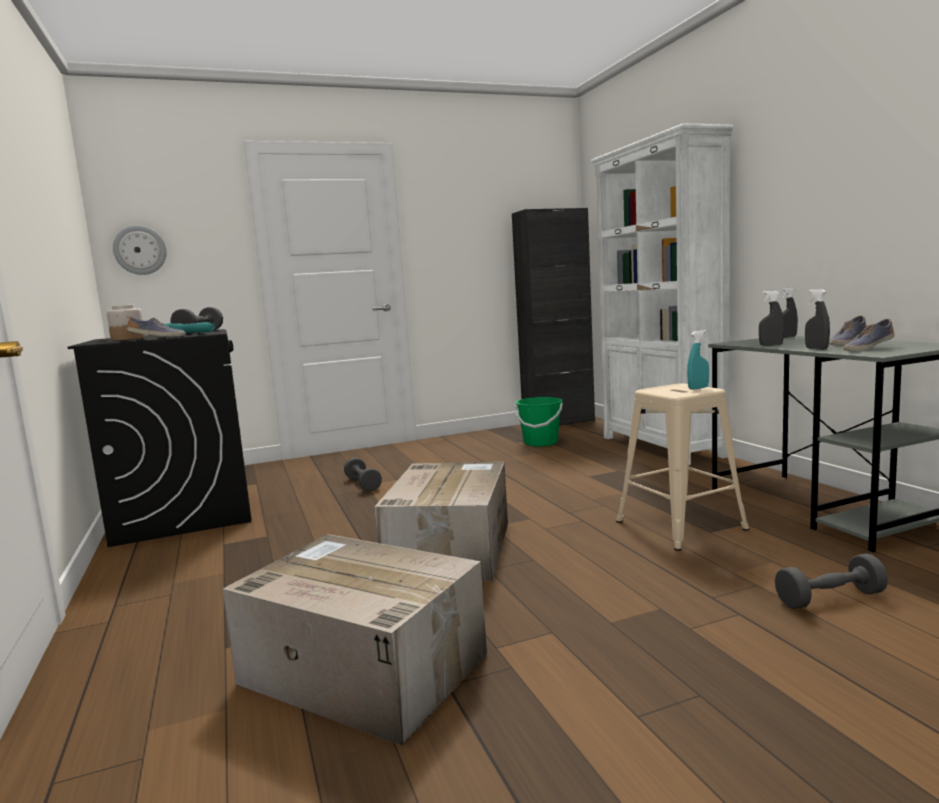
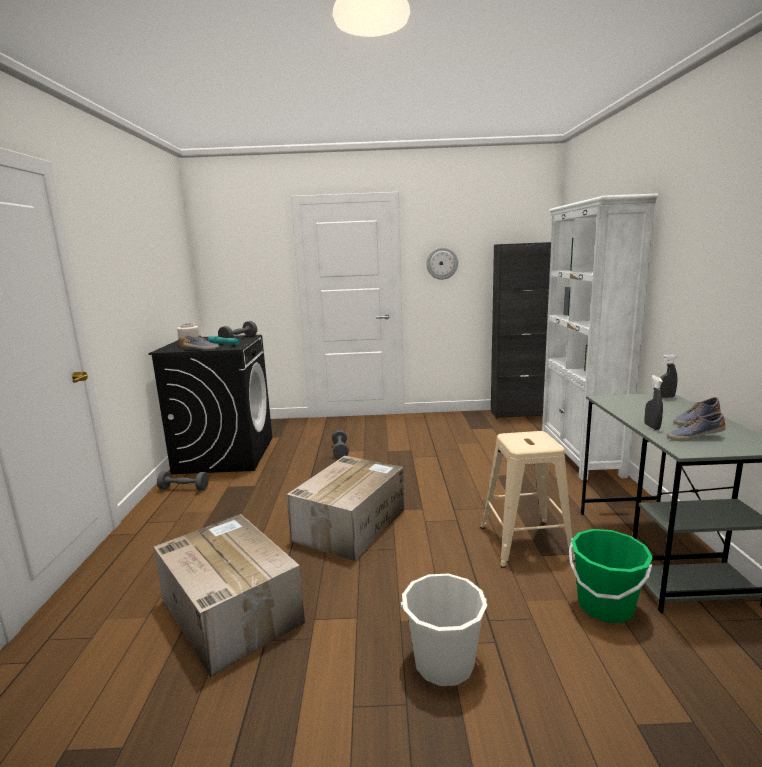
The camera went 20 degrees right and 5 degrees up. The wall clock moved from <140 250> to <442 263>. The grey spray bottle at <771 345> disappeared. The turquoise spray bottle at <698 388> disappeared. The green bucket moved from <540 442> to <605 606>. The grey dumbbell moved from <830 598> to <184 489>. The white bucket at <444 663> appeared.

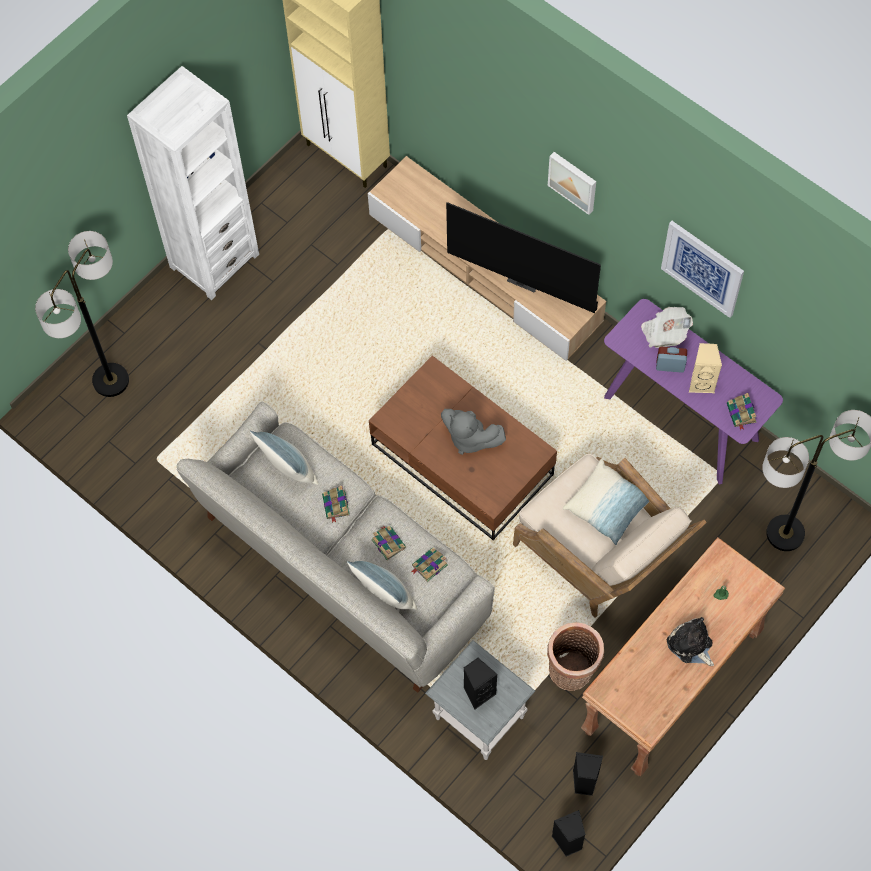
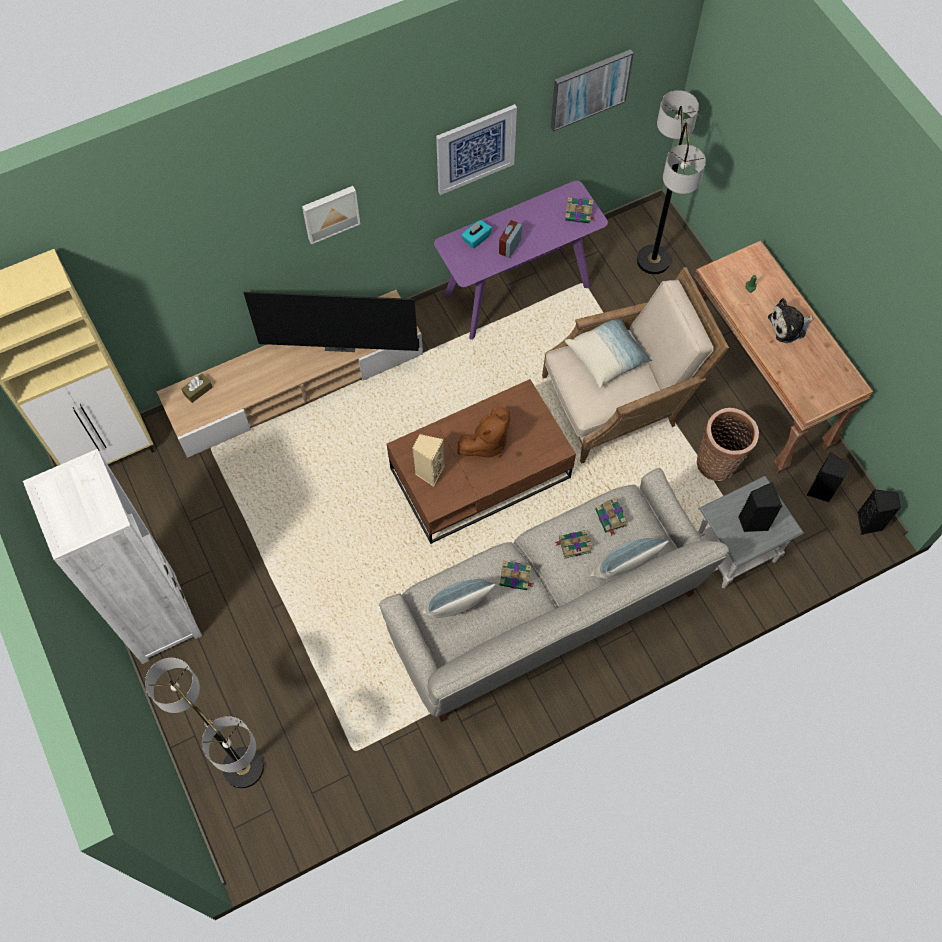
The camera went 70 degrees left and 0 degrees up. The television at <525 278> turned 45 degrees clockwise. The newspaper at <664 333> was replaced by the turquoise tissue box at <476 238>. The beige speaker moved from <701 382> to <429 471>. The grey plush toy at <469 438> became the brown plush toy at <486 443>. The picture at <589 89> appeared. The brown tissue box at <198 390> appeared.

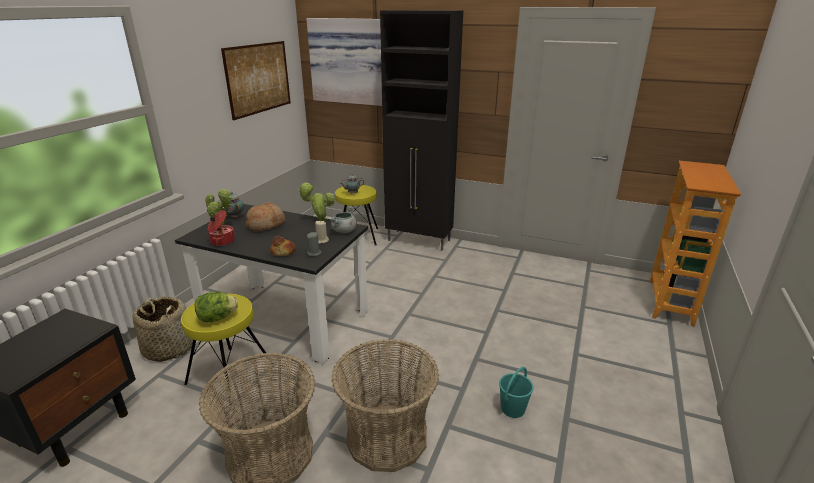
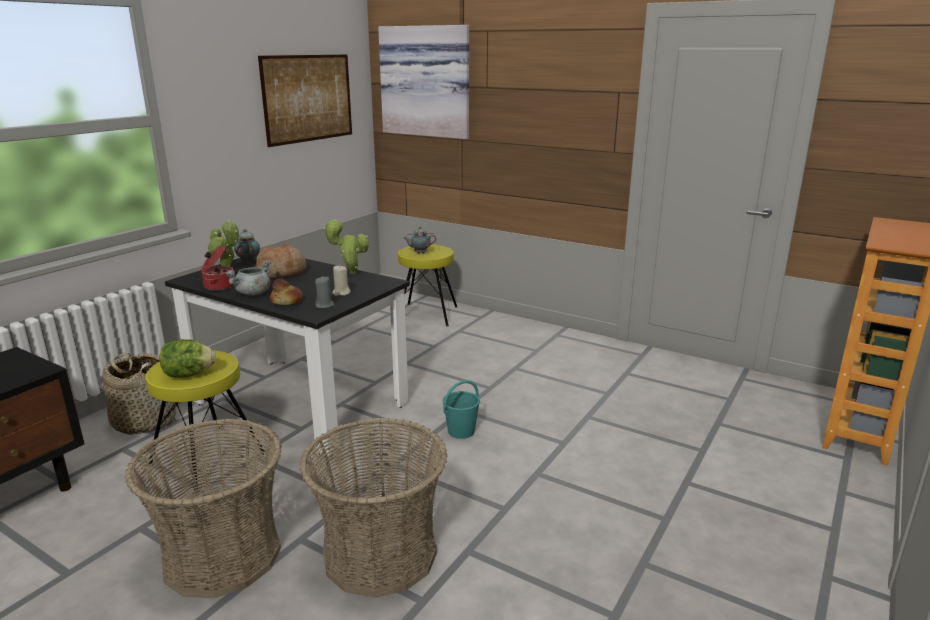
The camera went 10 degrees right and 5 degrees down. The black cabinet at <419 240> disappeared. The grey cooking pot moved from <344 231> to <253 293>. The turquoise bucket moved from <512 409> to <460 431>.

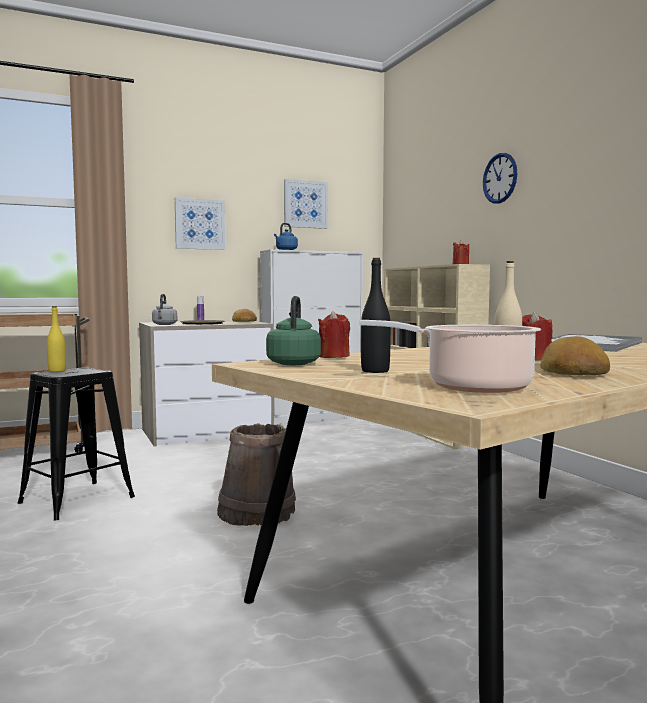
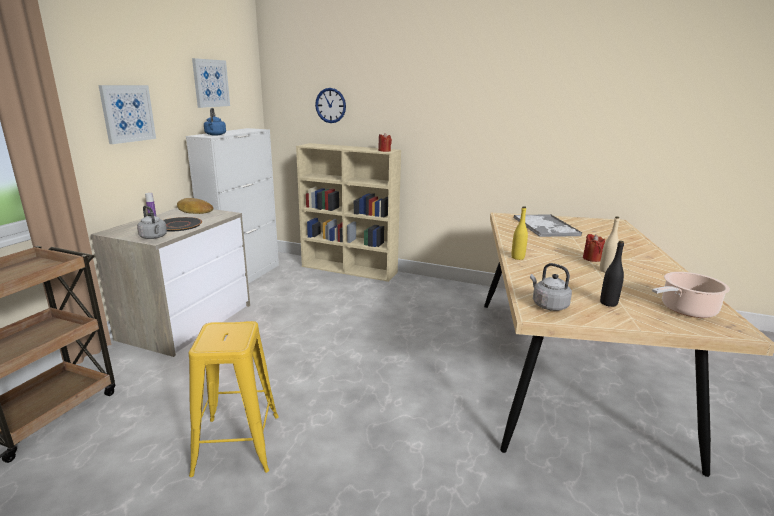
The camera went 45 degrees left and 15 degrees up. The wall clock moved from <500 178> to <330 105>. The green kettle at <294 363> became the grey kettle at <548 305>. The yellow bottle moved from <57 371> to <517 257>. The red candle at <334 356> disappeared. The bread at <572 370> disappeared. The black stool at <77 500> became the yellow stool at <237 444>. The brown bucket at <257 513> disappeared.

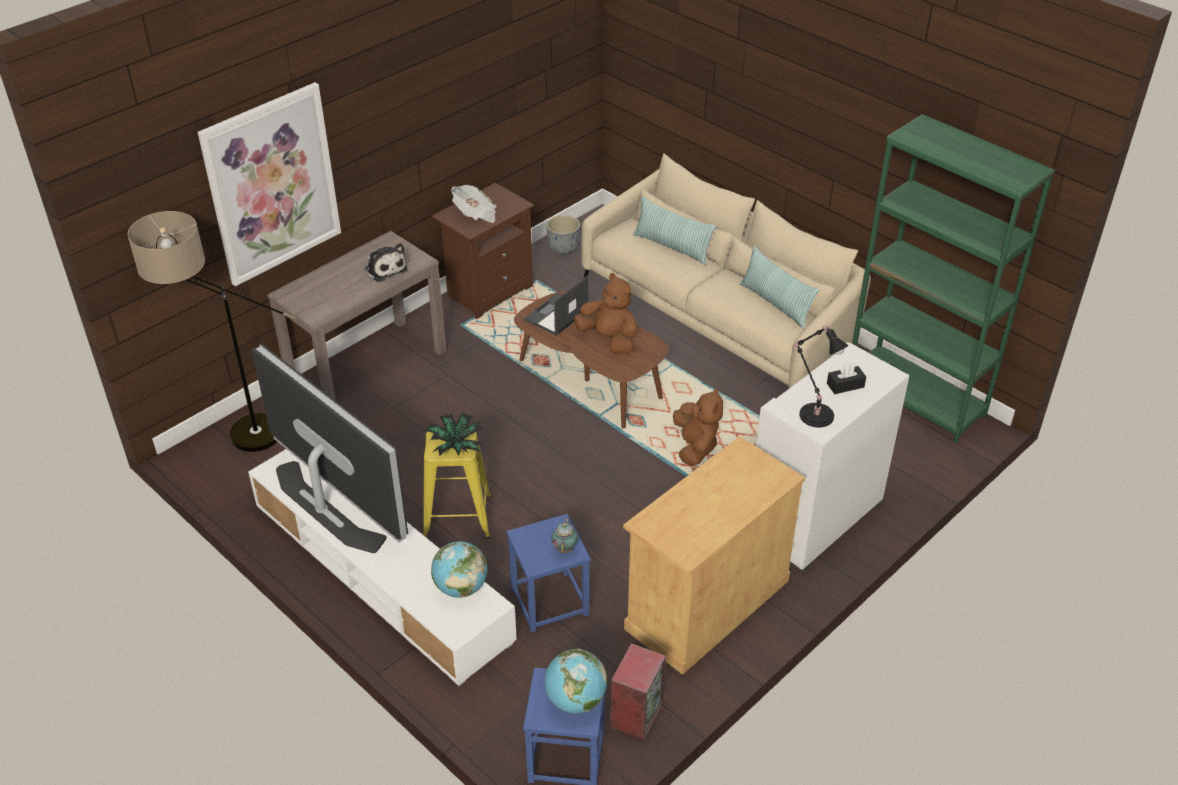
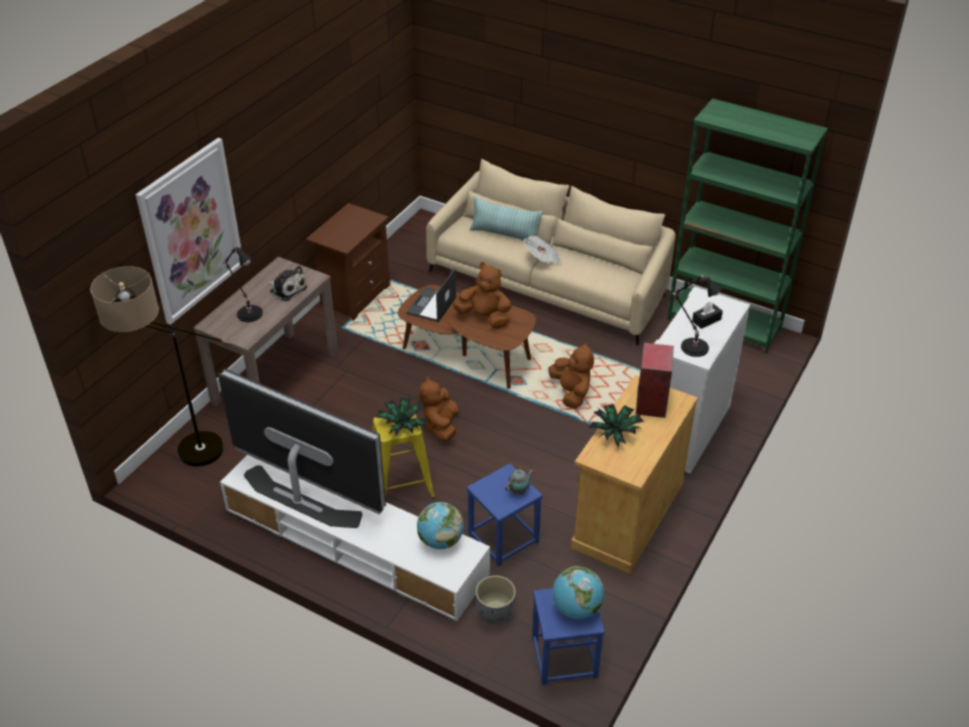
The camera went 15 degrees left and 0 degrees up. The newspaper moved from <475 214> to <543 259>. The grey planter moved from <564 248> to <496 612>. The pillow at <776 303> disappeared. The teapot at <565 548> turned 60 degrees clockwise. The speaker moved from <636 713> to <650 402>. The black table lamp at <248 313> appeared. The brown plush toy at <441 426> appeared. The potted plant at <615 433> appeared.

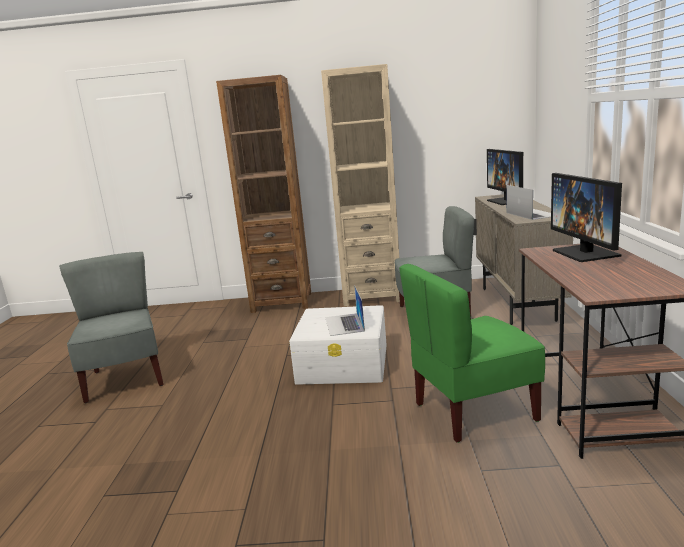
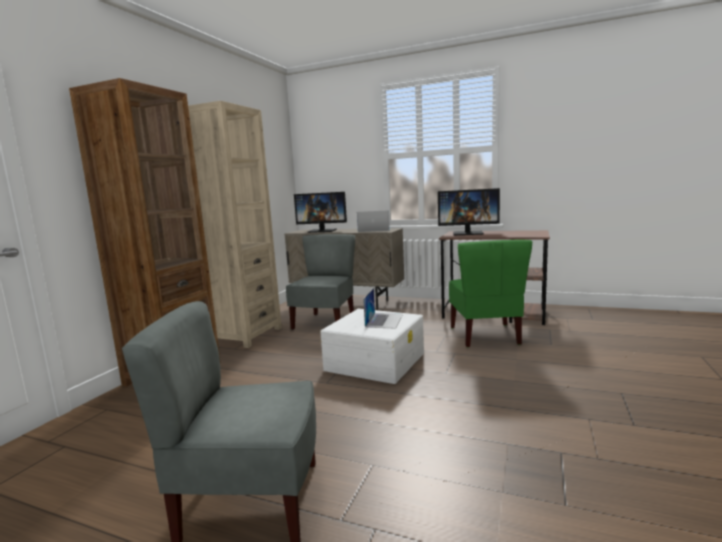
The camera went 70 degrees left and 5 degrees down. The laptop at <344 324> turned 90 degrees counterclockwise.

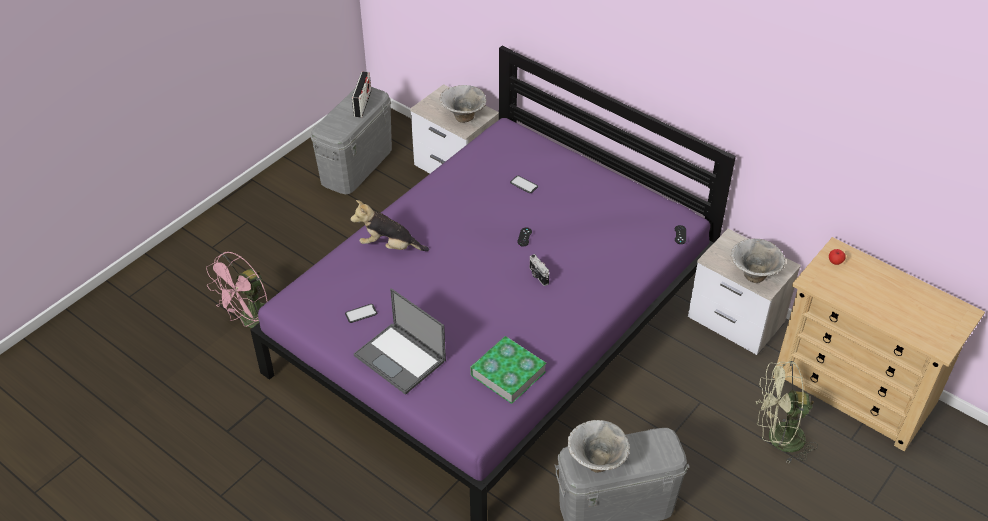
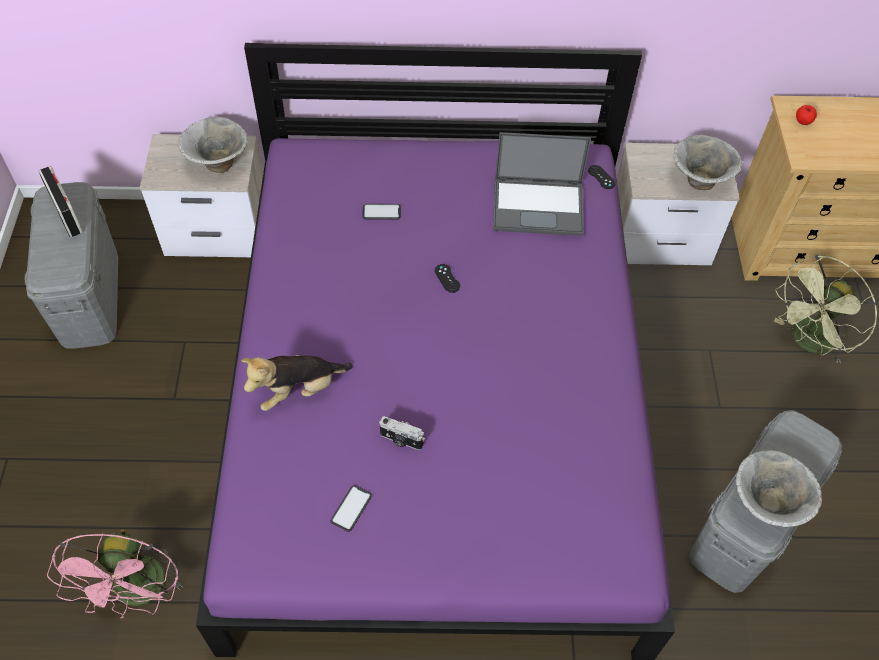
The camera went 40 degrees left and 10 degrees up. The photo camera moved from <538 276> to <401 440>. The laptop moved from <401 358> to <539 206>. The book at <508 373> disappeared.

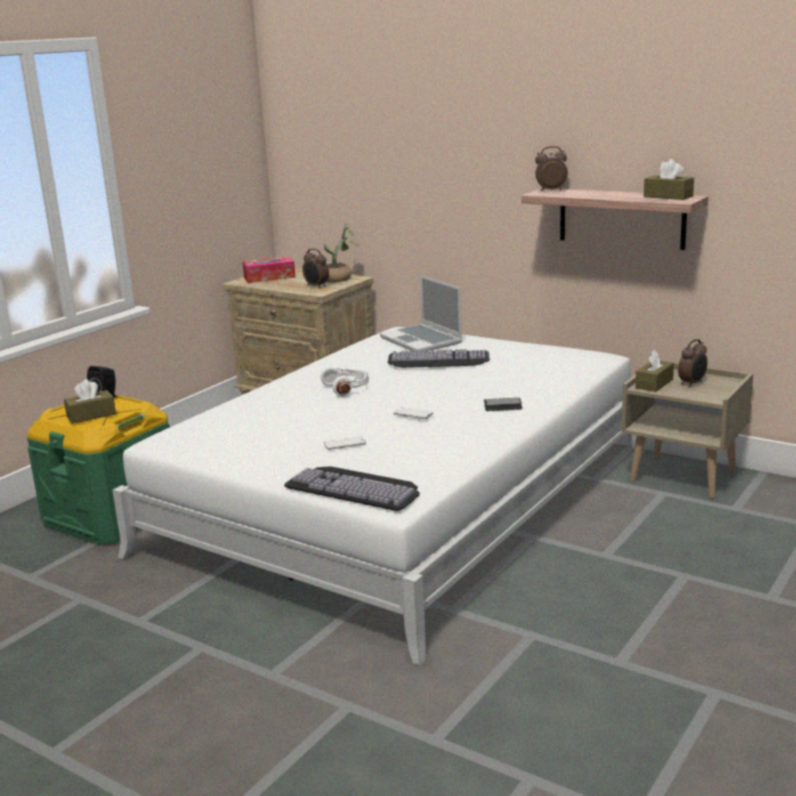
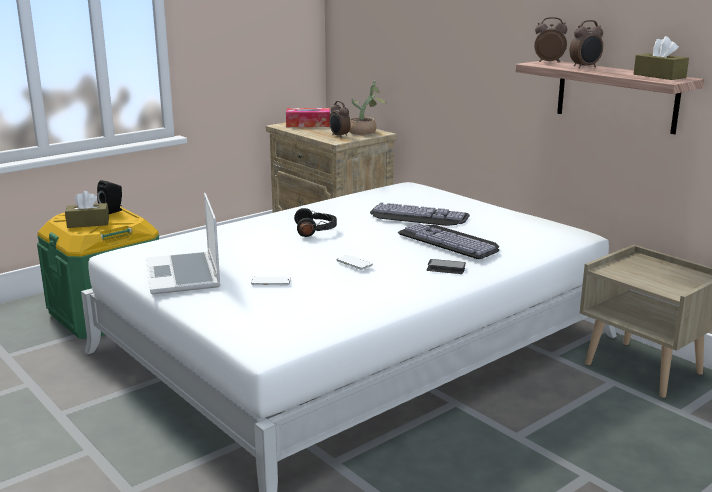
The camera went 15 degrees right and 0 degrees up. The laptop moved from <422 340> to <184 275>. The alarm clock moved from <692 384> to <585 67>. The brown tissue box at <654 384> disappeared. The white headphones at <347 388> became the black headphones at <316 230>. The keyboard moved from <356 487> to <452 240>.

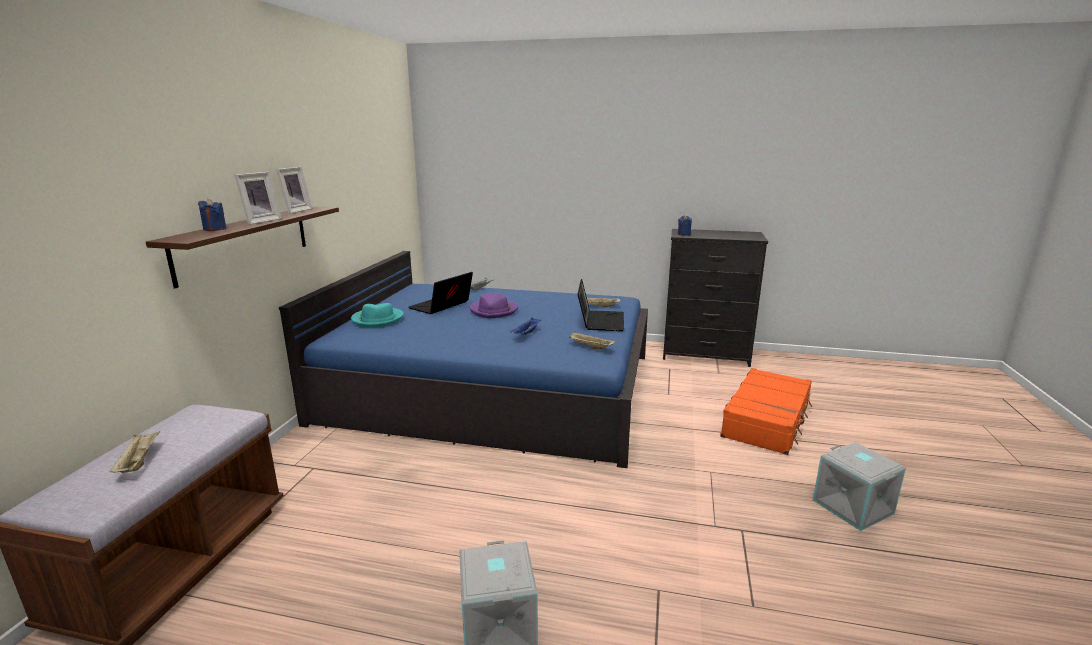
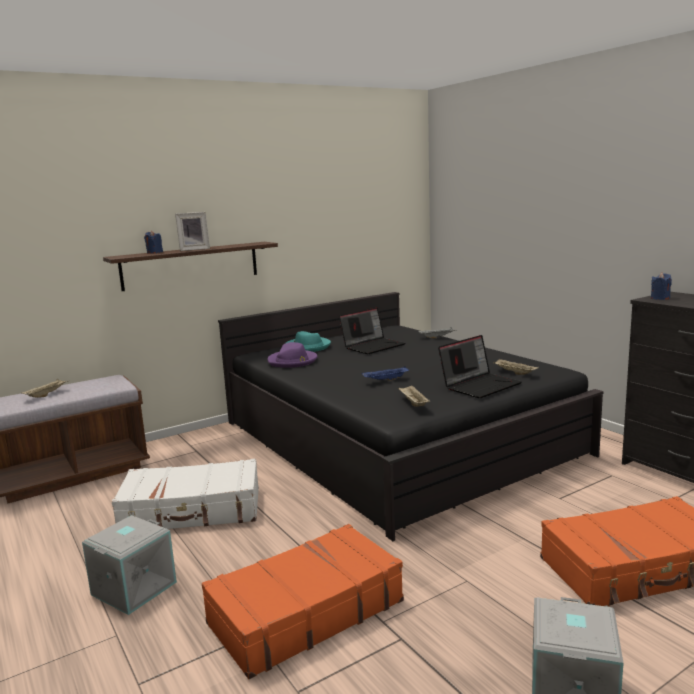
The camera went 45 degrees right and 5 degrees down. The picture frame at <295 211> disappeared. The blue bed at <492 388> became the black bed at <395 437>. The laptop at <441 306> turned 150 degrees clockwise. The purple hat moved from <494 311> to <292 361>. The white suitcase at <192 511> appeared. The orange suitcase at <305 612> appeared.

